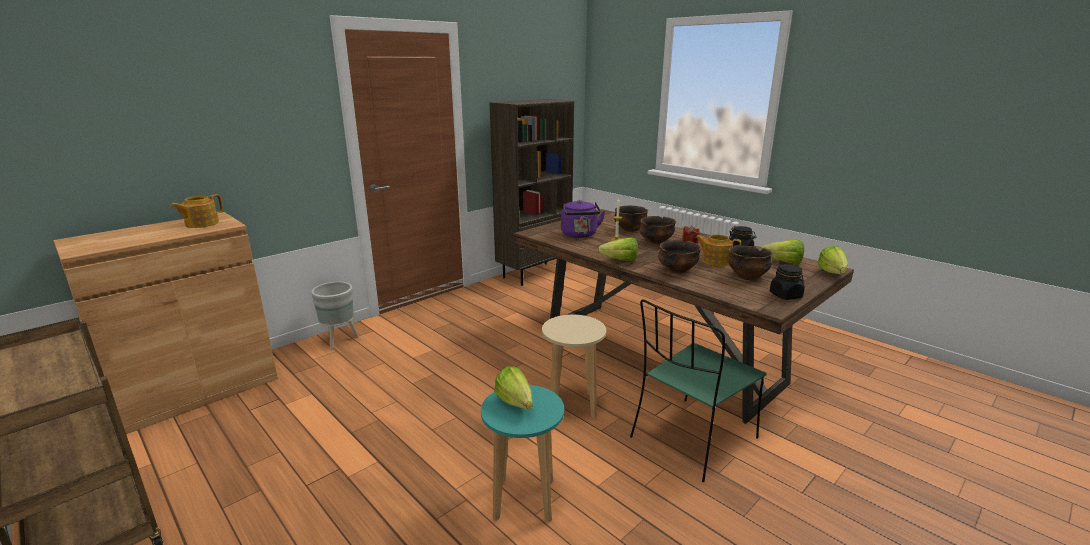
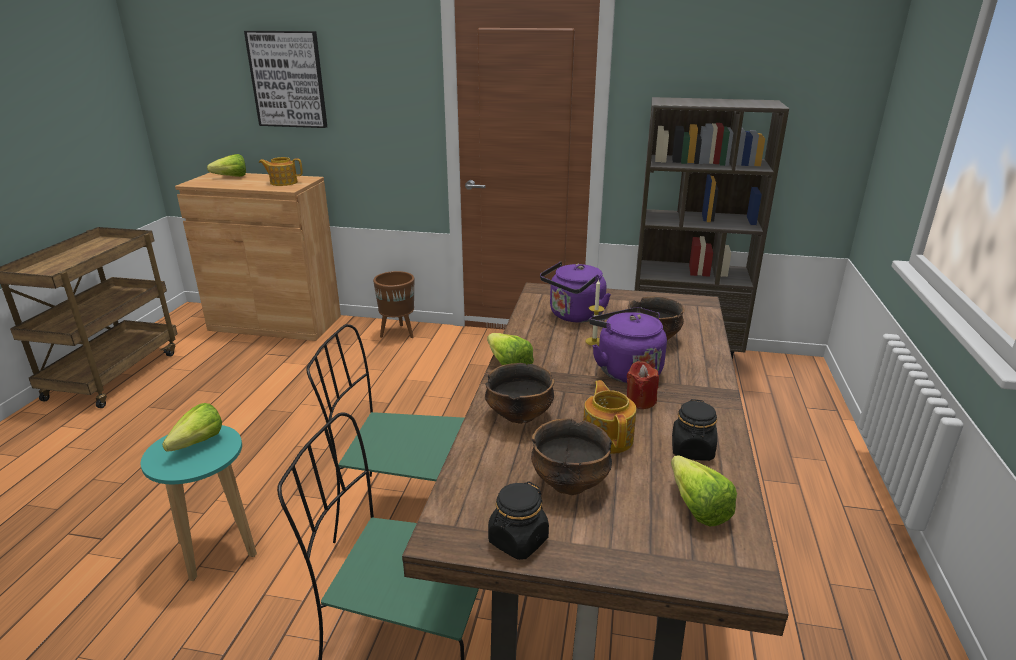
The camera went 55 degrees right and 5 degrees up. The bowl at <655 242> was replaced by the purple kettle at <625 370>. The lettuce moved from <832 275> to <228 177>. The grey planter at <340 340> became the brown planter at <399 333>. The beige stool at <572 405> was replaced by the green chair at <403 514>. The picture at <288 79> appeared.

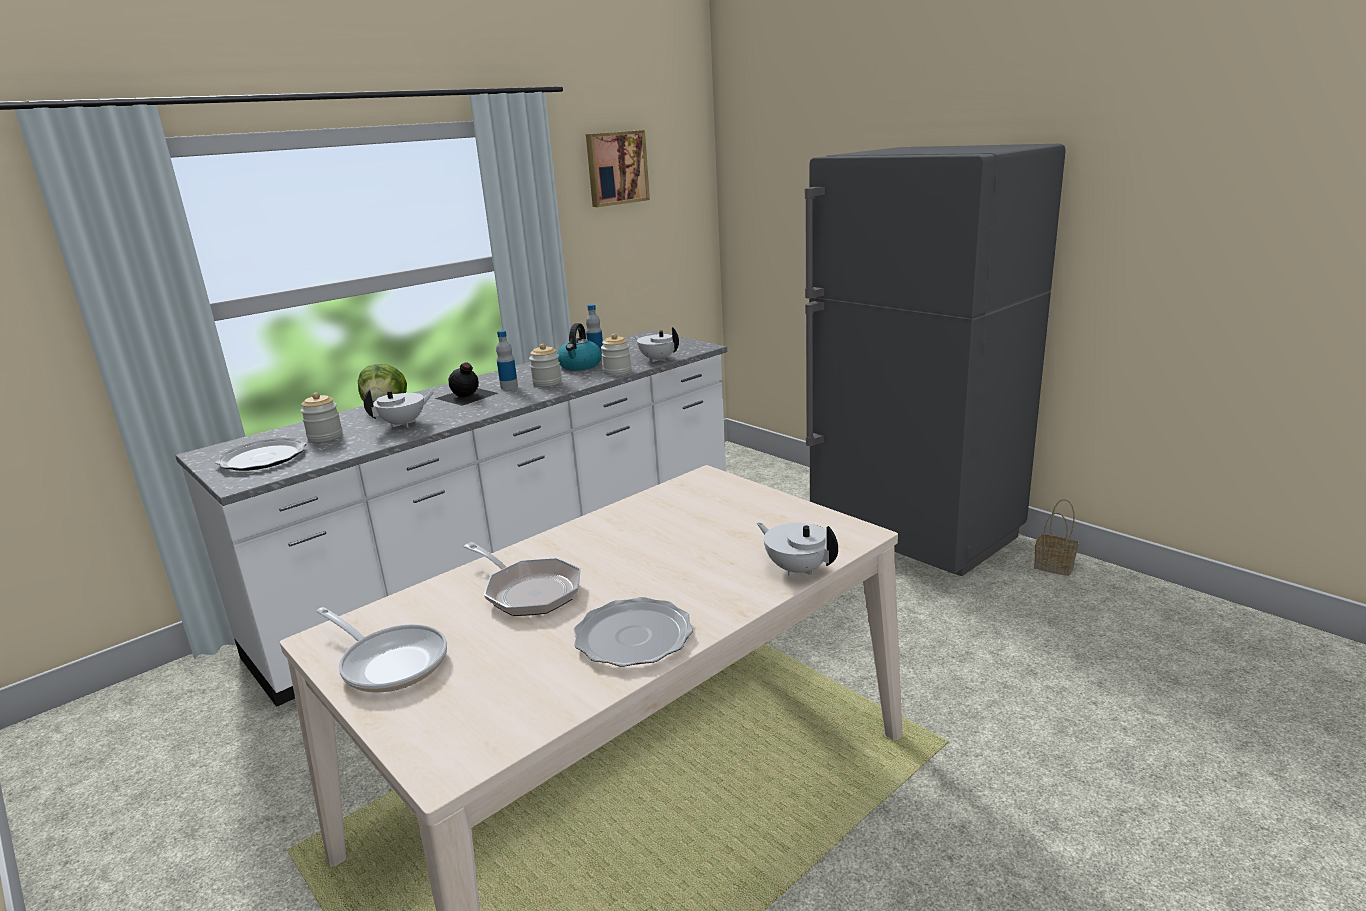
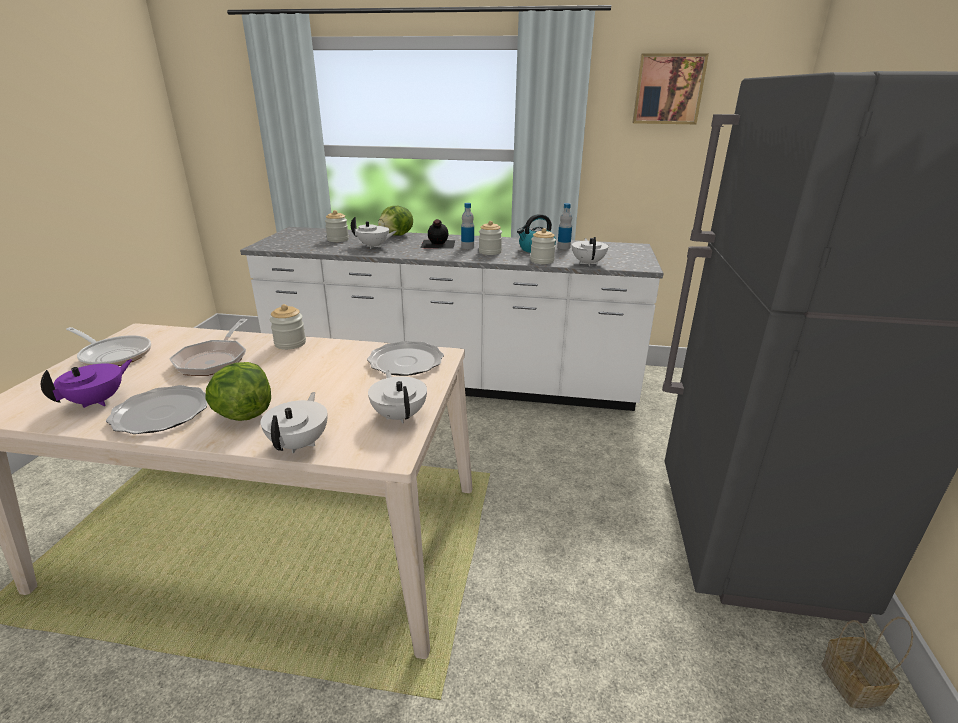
The camera went 50 degrees right and 5 degrees up. The plate moved from <263 458> to <406 361>. The frying pan at <390 662> turned 60 degrees counterclockwise. The jar at <290 343> appeared. The purple teapot at <98 401> appeared. The lettuce at <244 414> appeared. The white teapot at <399 415> appeared.

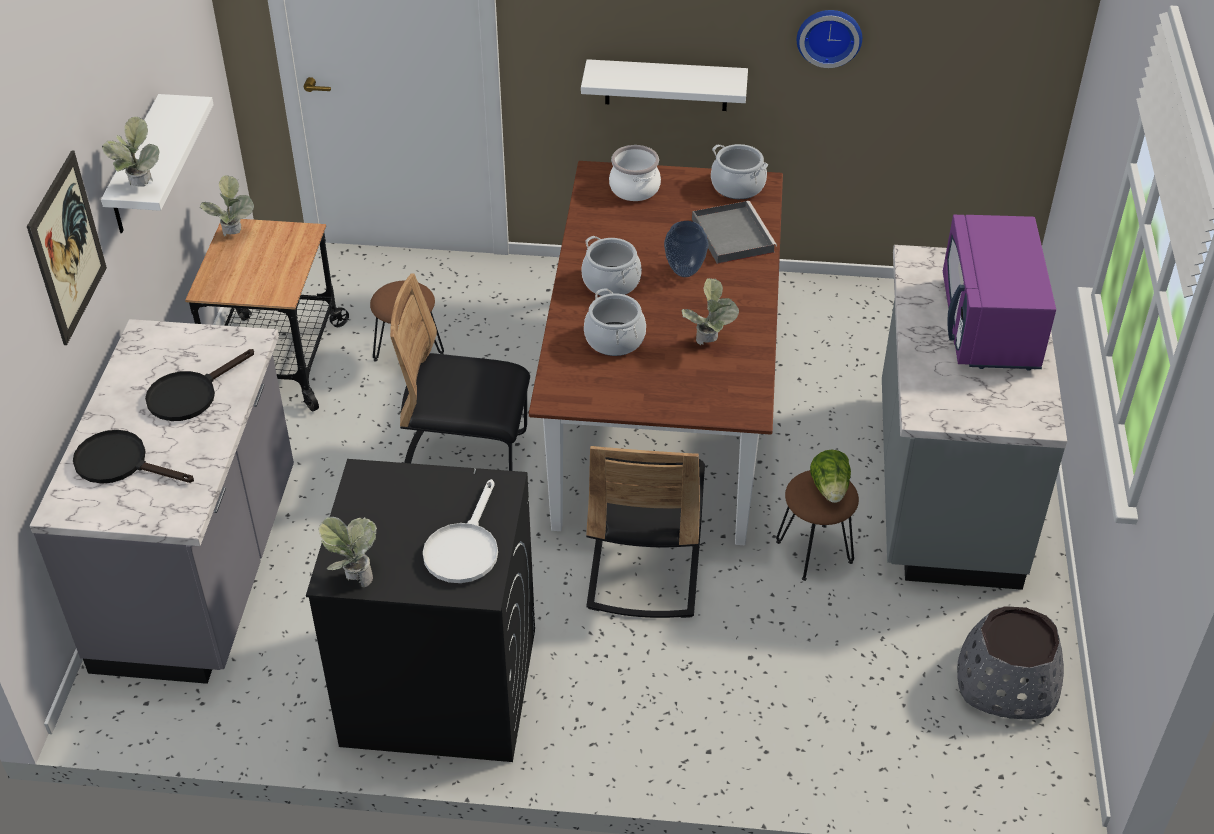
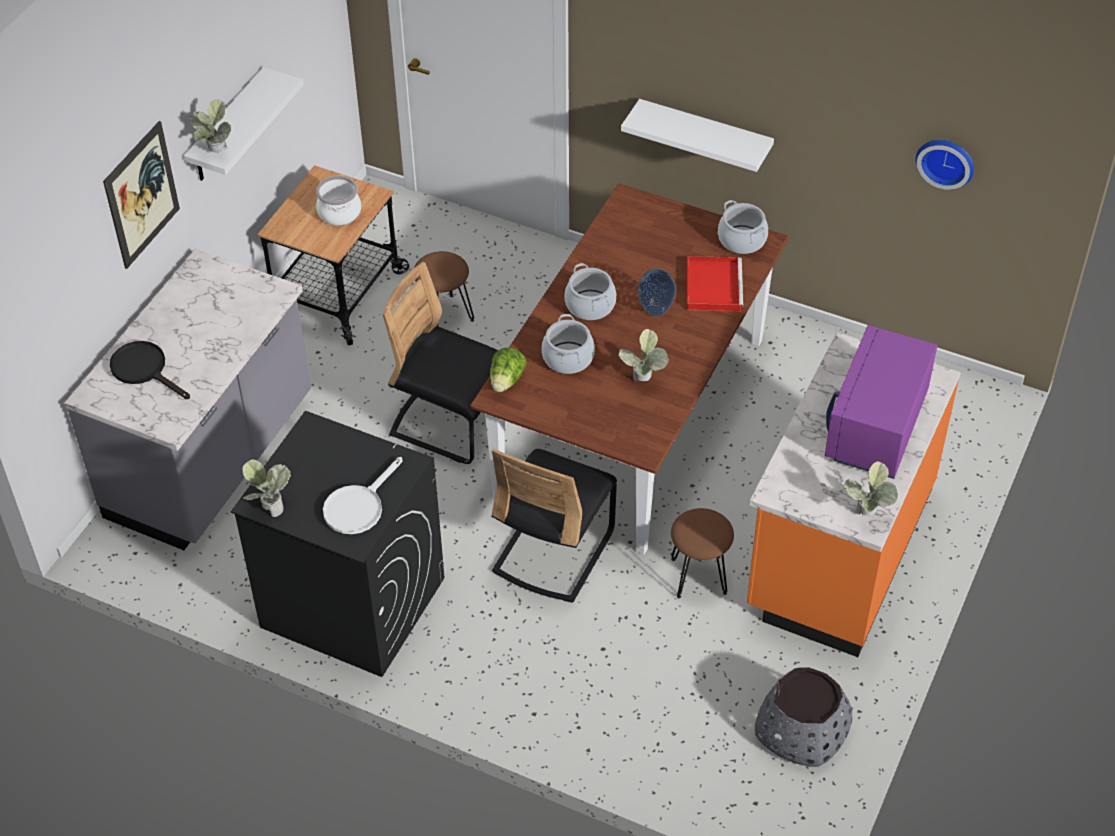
The camera went 20 degrees right and 5 degrees up. The wall clock moved from <829 35> to <946 161>. The cooking pot moved from <635 188> to <340 212>. The potted plant moved from <234 236> to <867 516>. The grey tray at <731 234> became the red tray at <712 285>. The grey counter at <943 486> became the orange counter at <838 549>. The black frying pan at <190 394> disappeared. The lettuce moved from <830 489> to <506 381>.

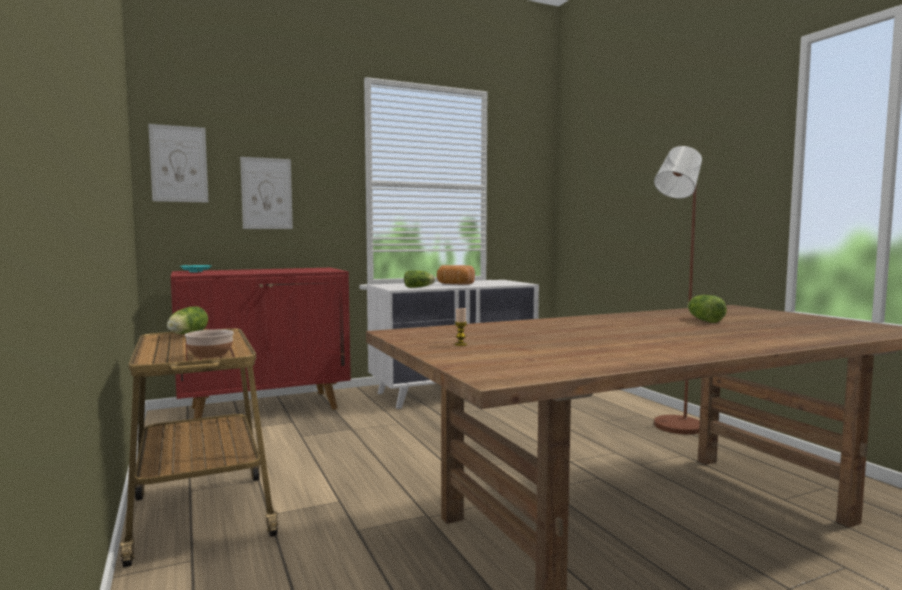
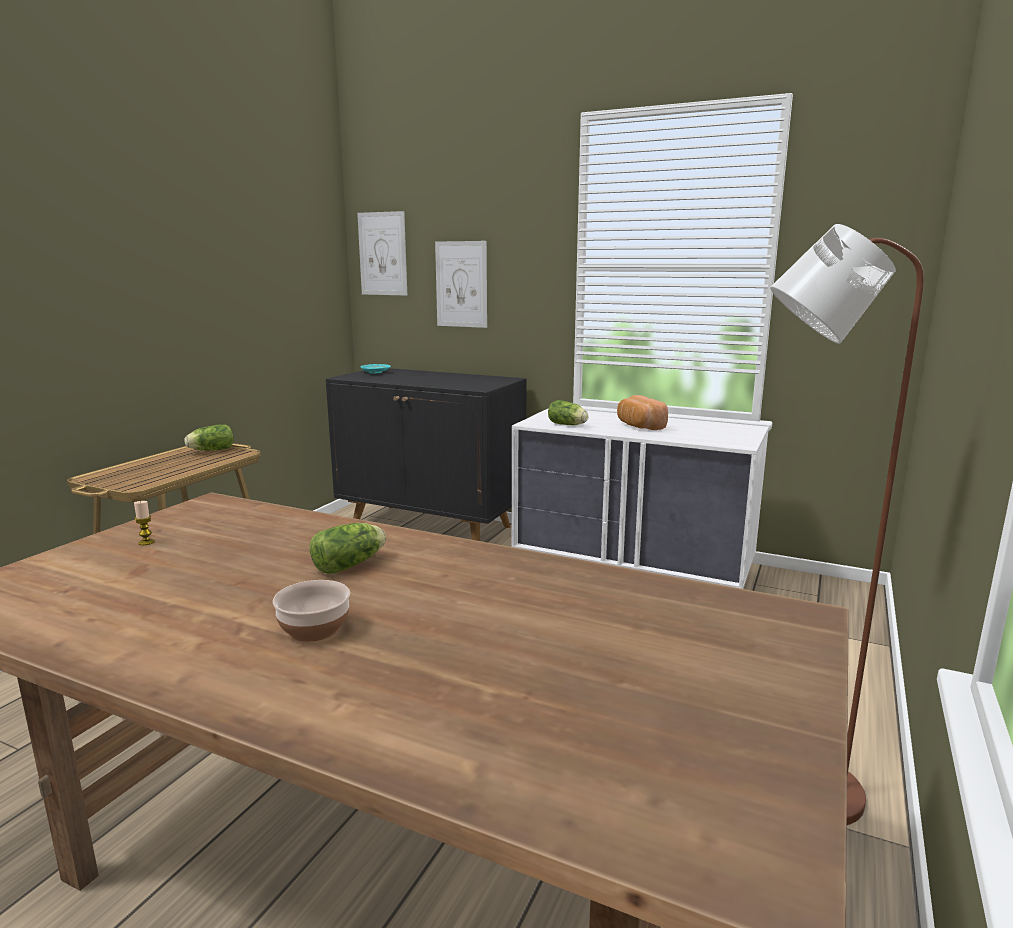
The camera went 50 degrees right and 10 degrees up. The red cabinet at <266 408> became the black cabinet at <432 527>. The lettuce moved from <703 320> to <352 564>. The bowl moved from <211 354> to <315 629>.

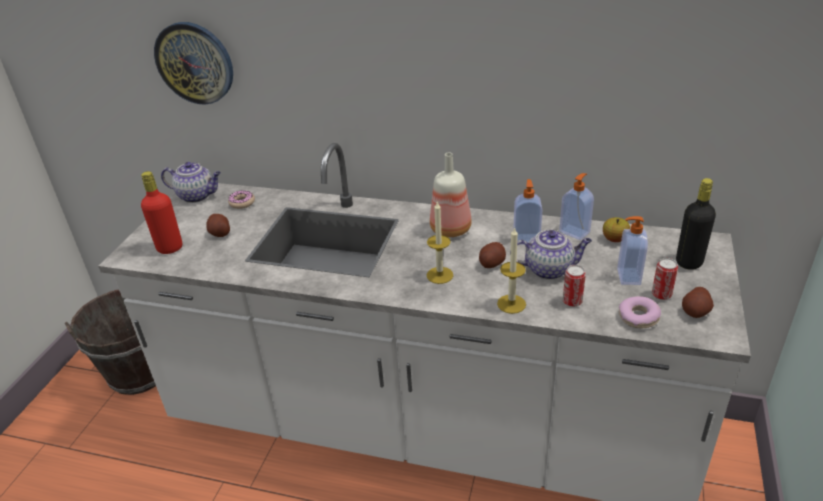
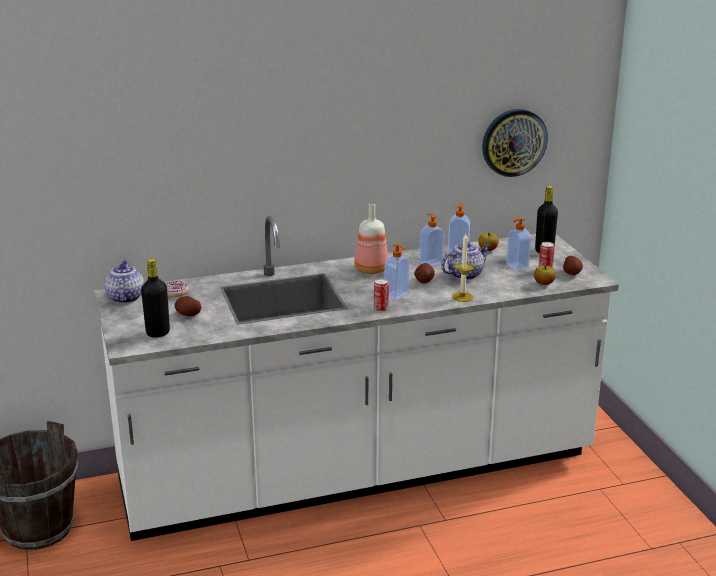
The camera went 35 degrees left and 10 degrees down. The wall clock moved from <195 63> to <514 142>. The teapot at <197 196> turned 75 degrees counterclockwise. The red bottle at <170 248> became the black bottle at <158 333>. The candle at <440 275> was replaced by the soap dispenser at <397 295>. The can moved from <572 301> to <381 308>. The donut at <638 317> was replaced by the apple at <544 283>.

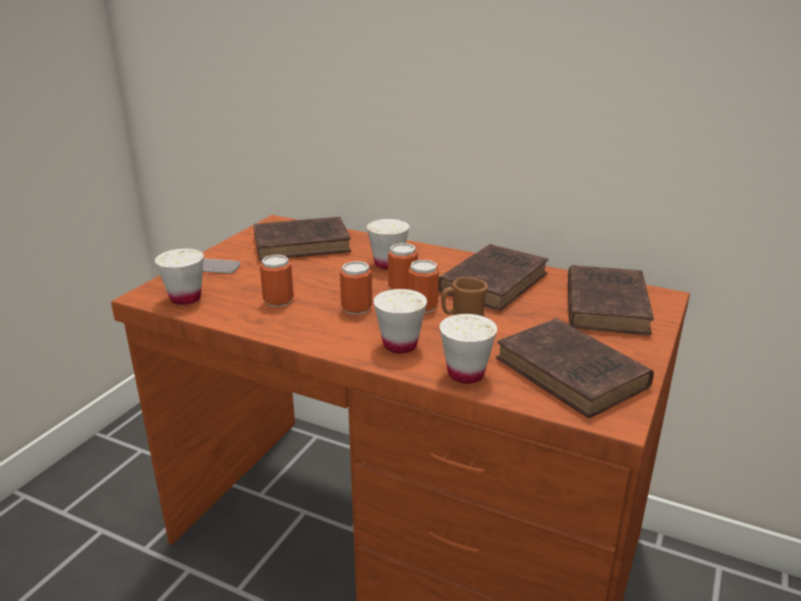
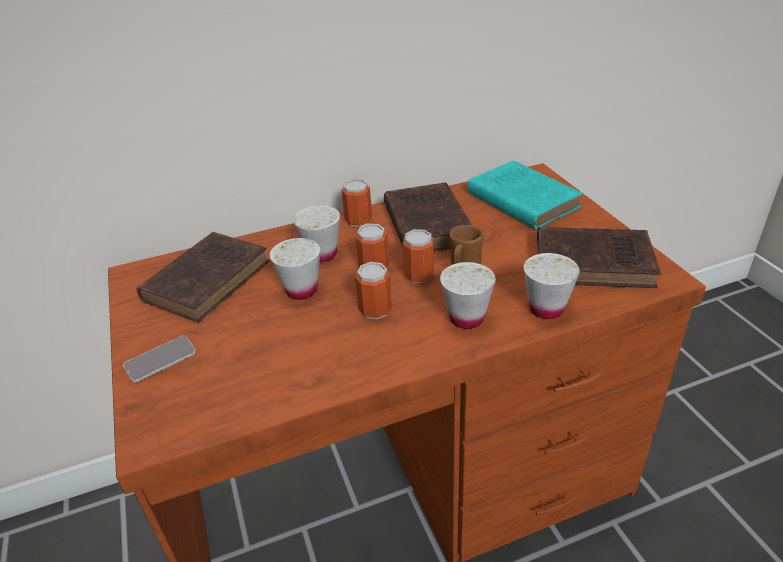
The camera went 45 degrees left and 10 degrees up. The white cup moved from <185 298> to <301 290>. The can moved from <278 301> to <358 220>. The brown book at <606 304> became the turquoise book at <520 199>.

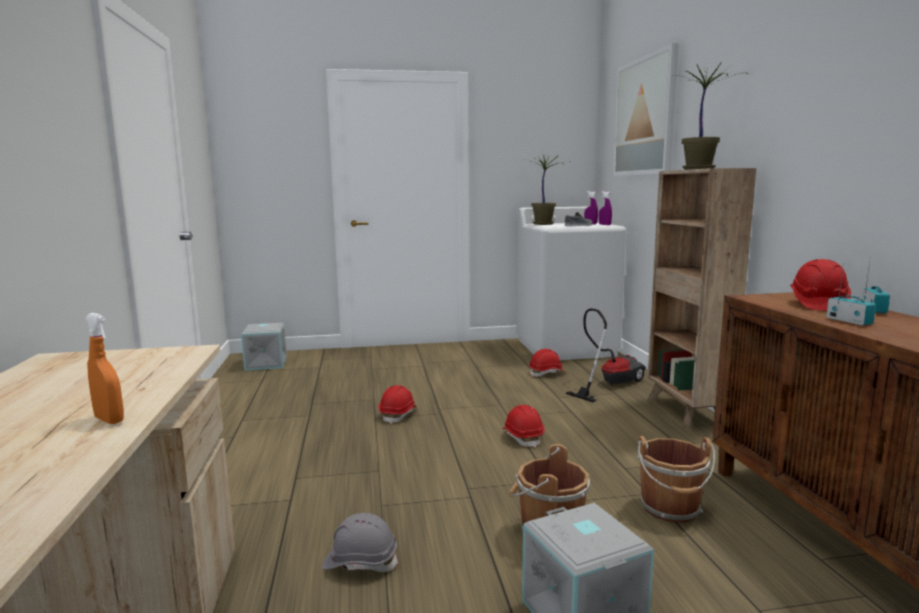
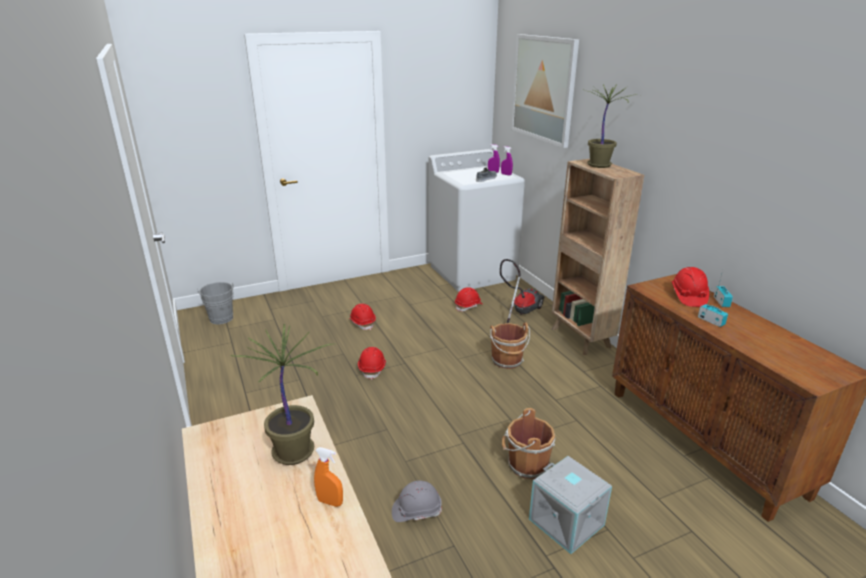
The camera went 15 degrees left and 15 degrees up. The potted plant moved from <544 224> to <295 452>. The grey storage box at <266 363> was replaced by the grey bucket at <221 320>. The red hard hat moved from <523 437> to <362 323>. The brown bucket moved from <671 509> to <507 361>.

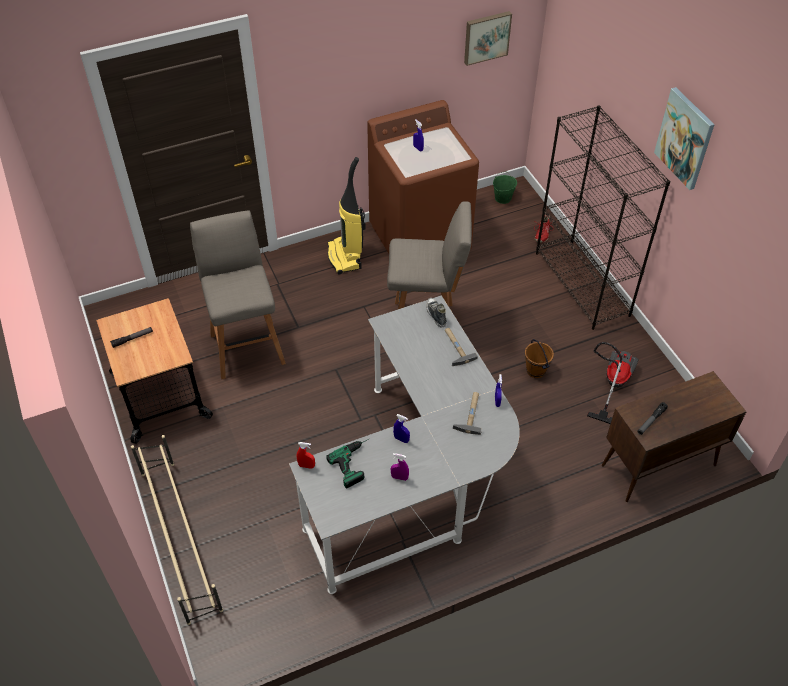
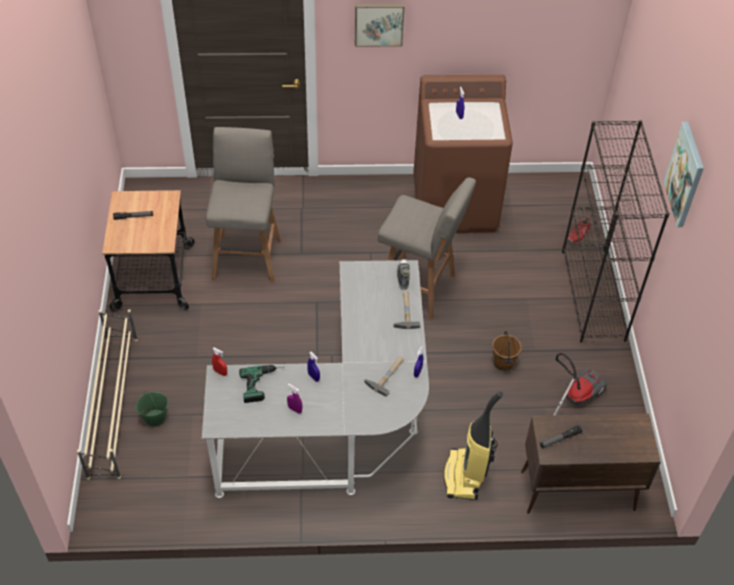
The camera went 20 degrees right and 0 degrees up. The picture moved from <486 37> to <379 23>. The vacuum cleaner moved from <345 257> to <465 476>. The green bucket moved from <502 198> to <155 418>.

